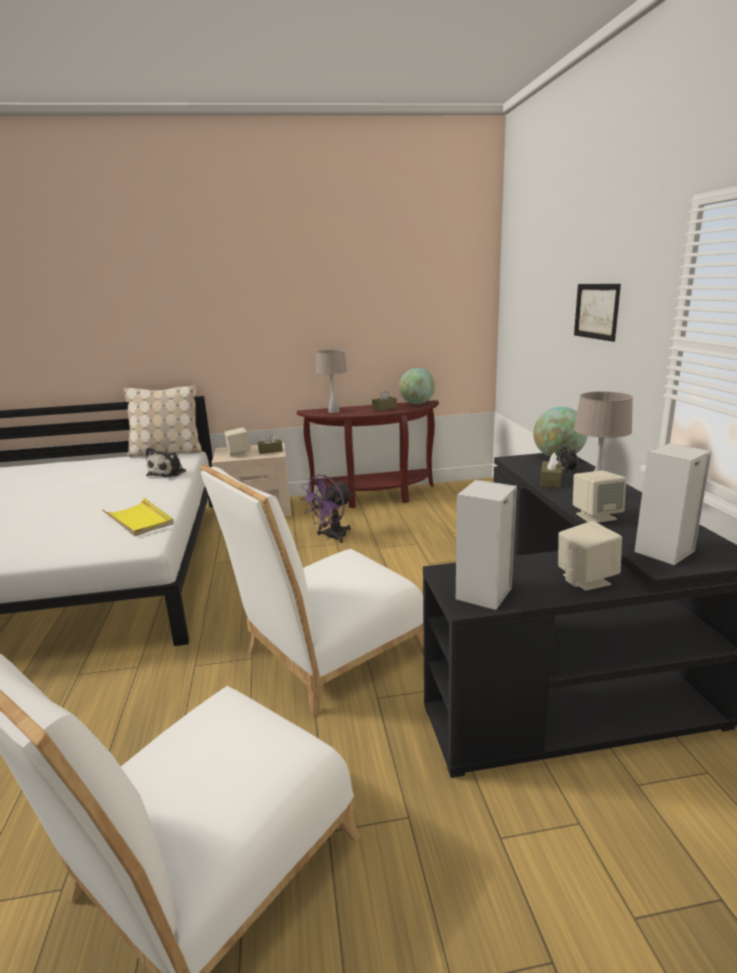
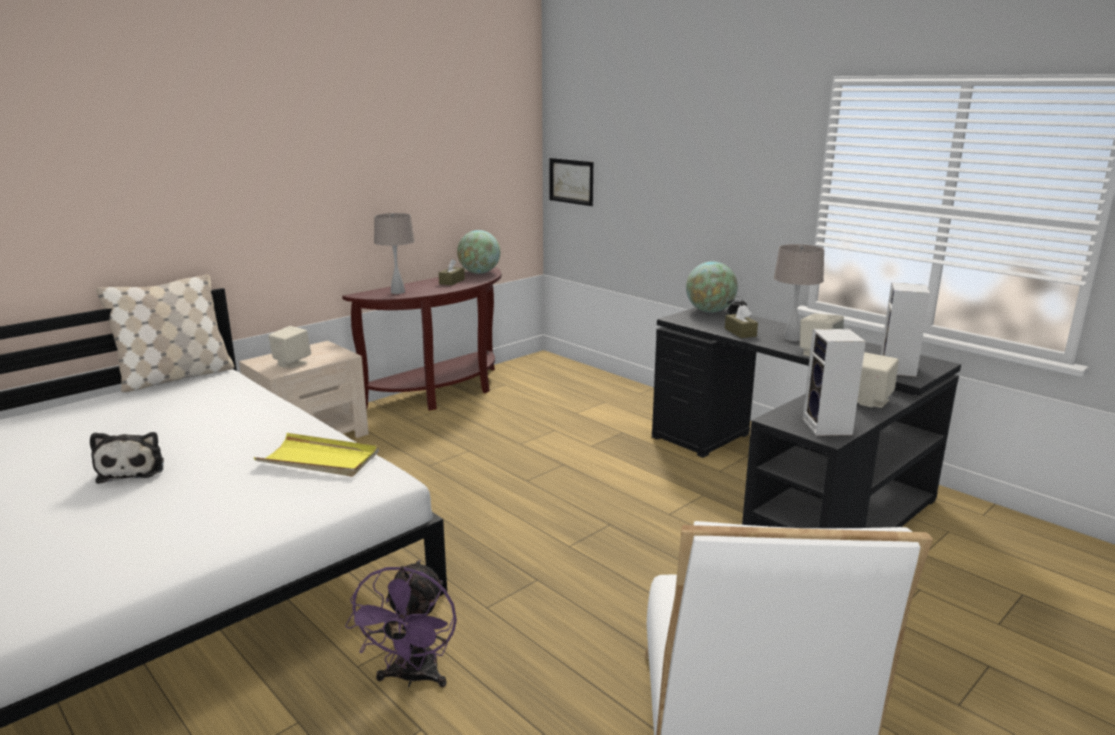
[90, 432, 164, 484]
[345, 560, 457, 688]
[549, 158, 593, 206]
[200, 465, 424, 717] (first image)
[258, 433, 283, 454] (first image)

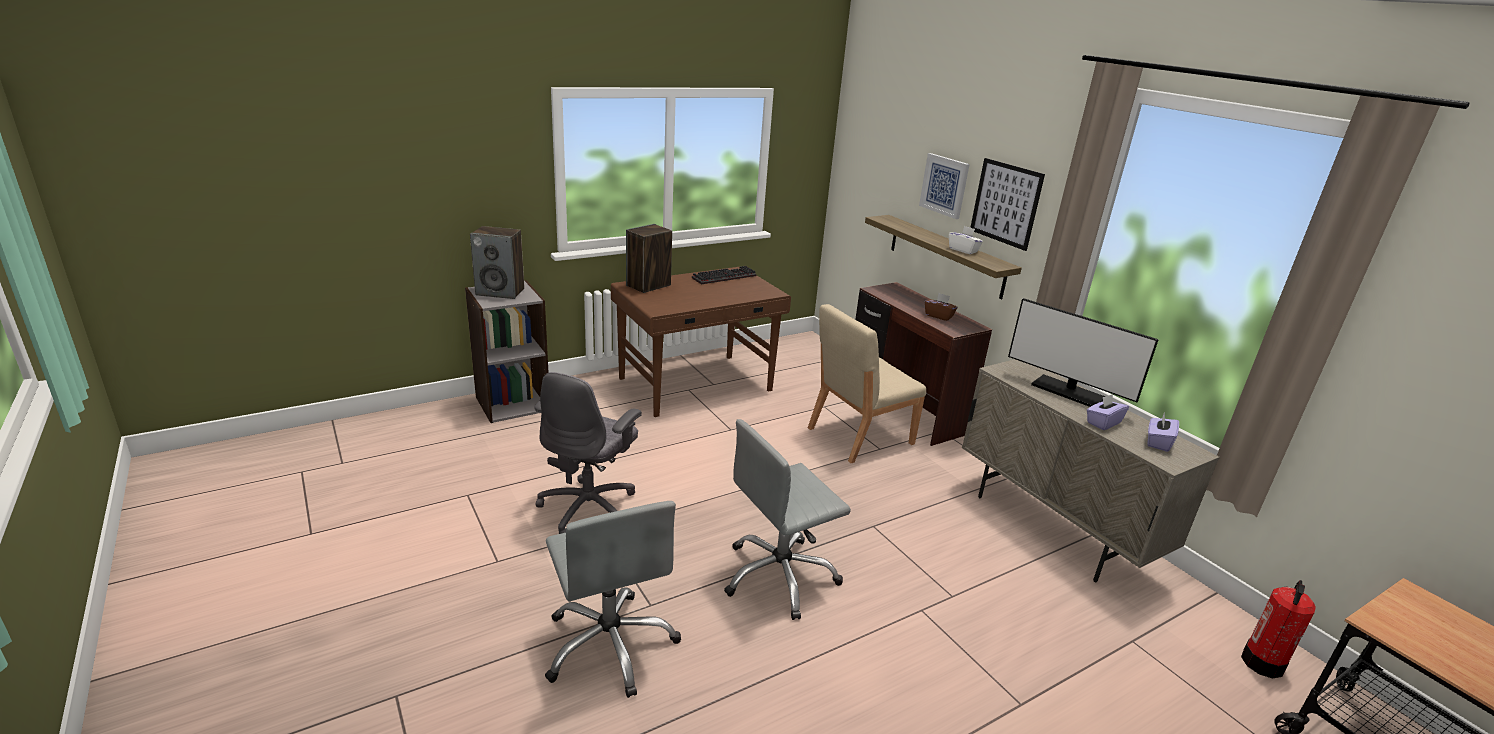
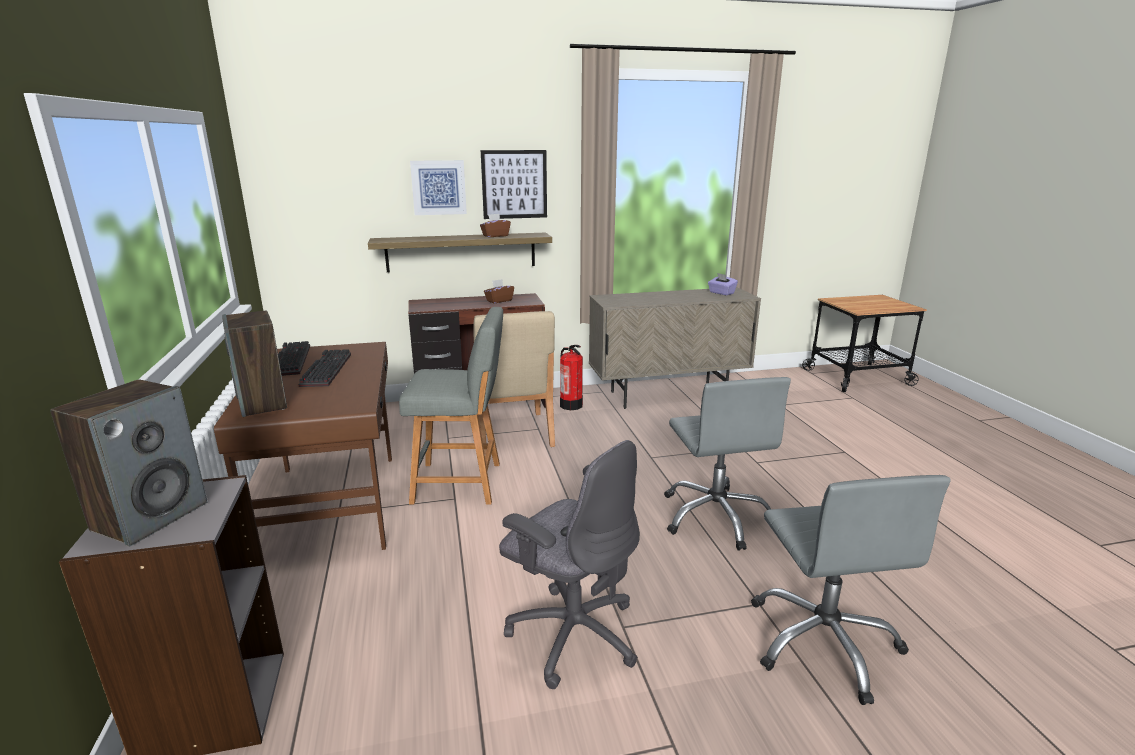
[299, 349, 351, 387]
[399, 307, 503, 505]
[480, 214, 511, 237]
[560, 345, 583, 410]
[751, 475, 951, 705]
[1008, 298, 1159, 407] (first image)
[1087, 394, 1129, 430] (first image)

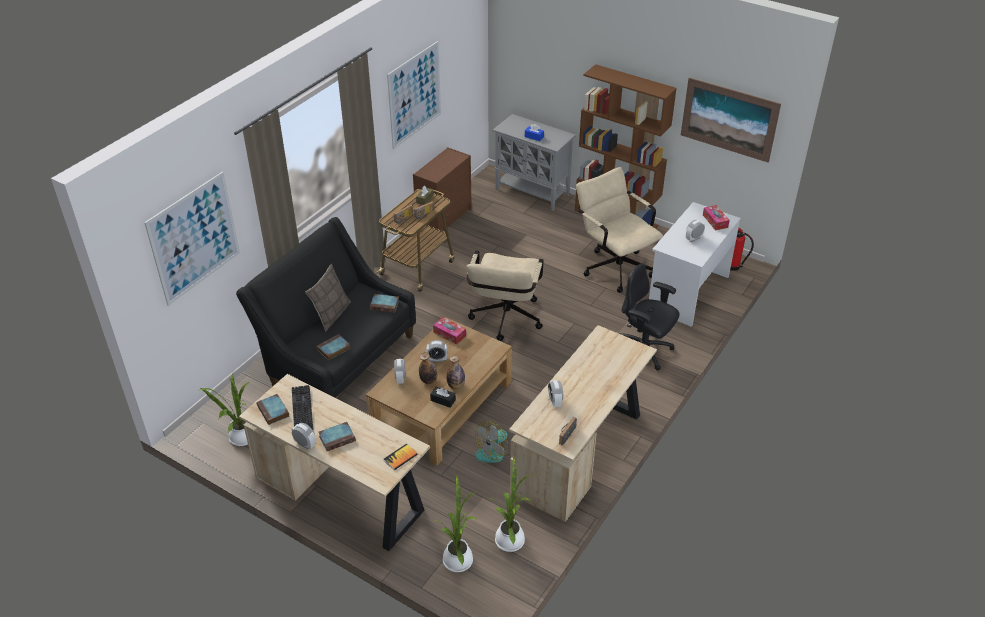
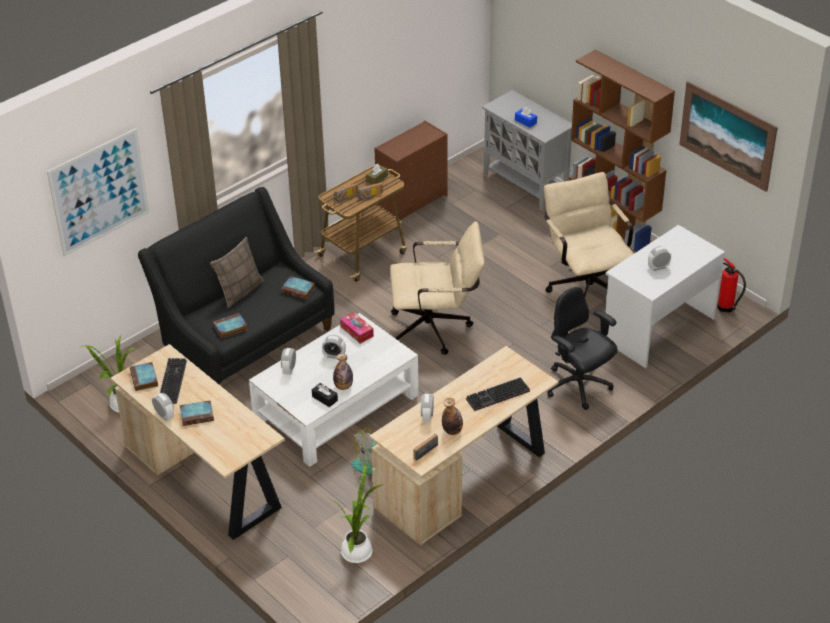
[249, 313, 419, 467]
[390, 221, 485, 355]
[442, 398, 463, 435]
[466, 377, 530, 411]
[384, 444, 418, 470] (first image)
[387, 41, 441, 149] (first image)
[434, 475, 477, 572] (first image)
[703, 205, 730, 230] (first image)

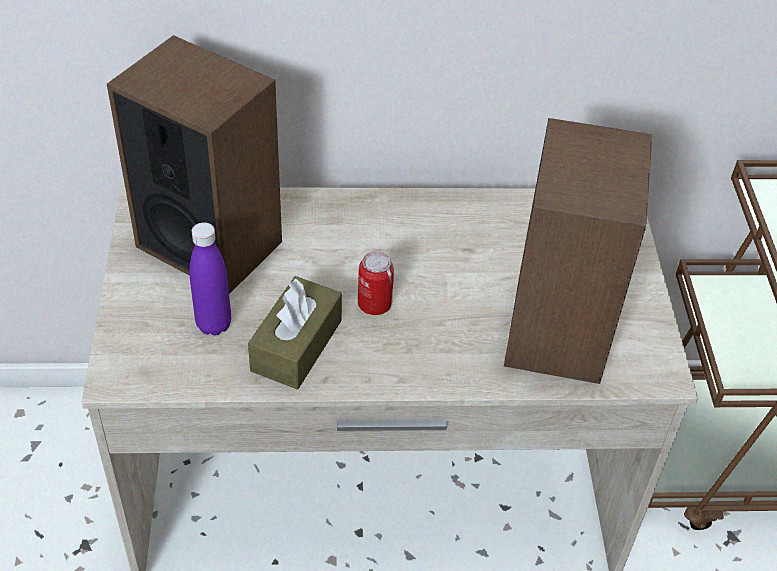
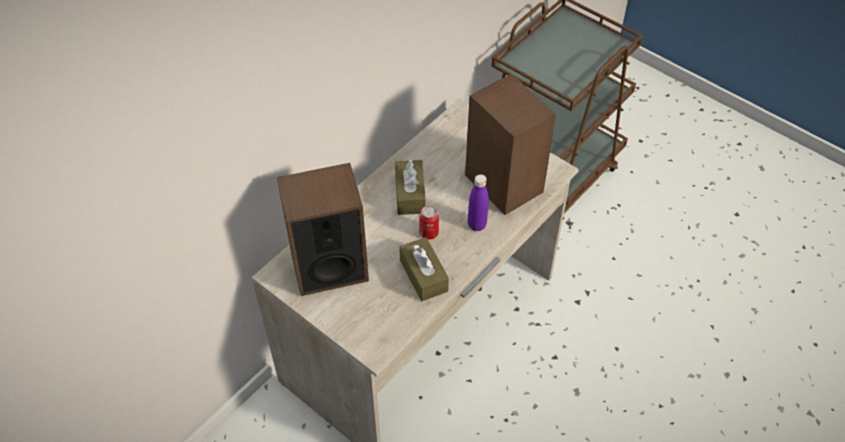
[395, 160, 426, 215]
[468, 174, 489, 231]

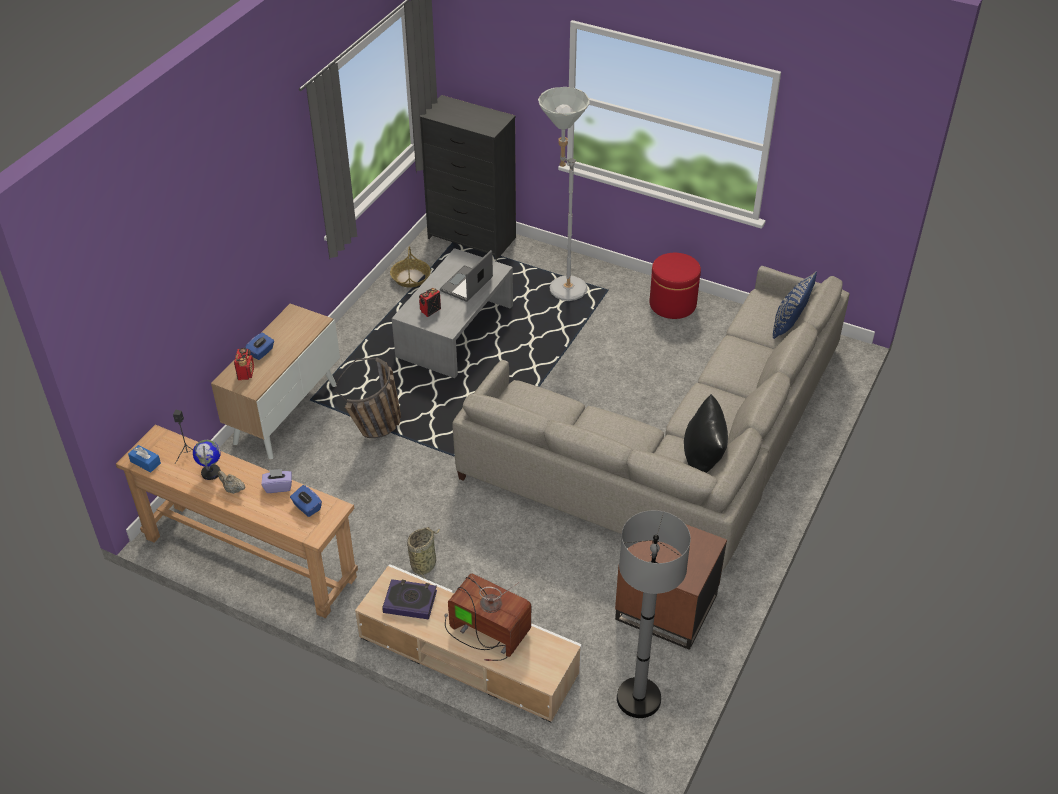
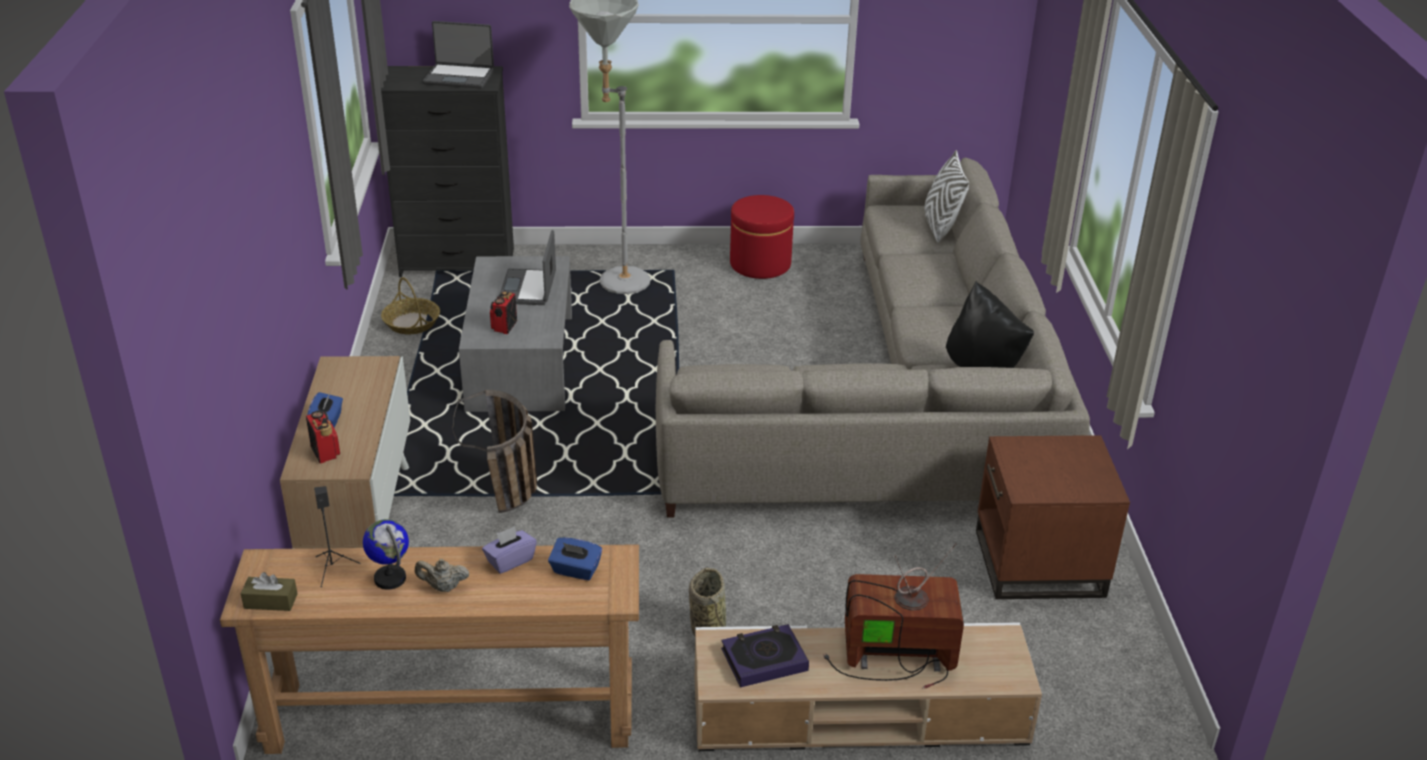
[241, 572, 298, 611]
[423, 21, 494, 88]
[924, 150, 969, 243]
[617, 510, 691, 718] (first image)

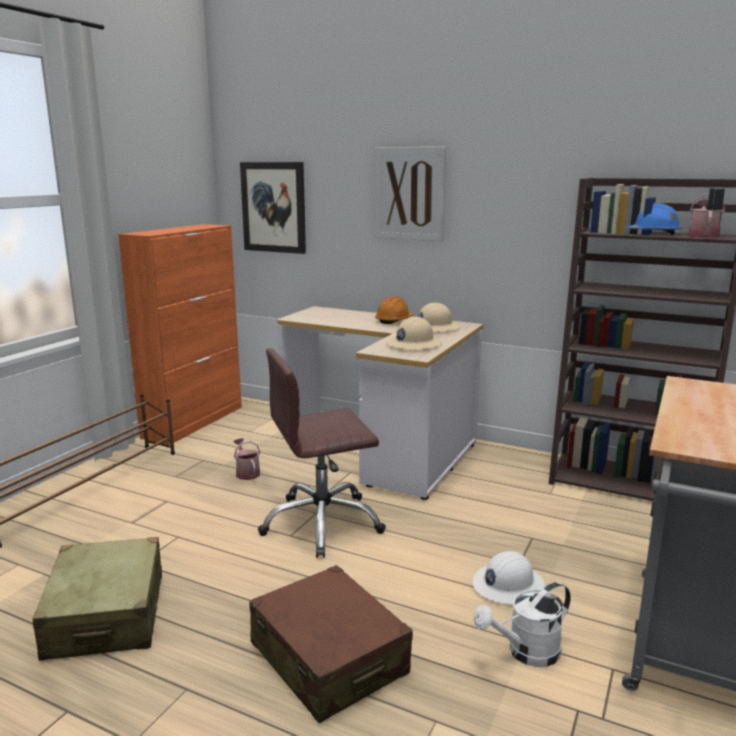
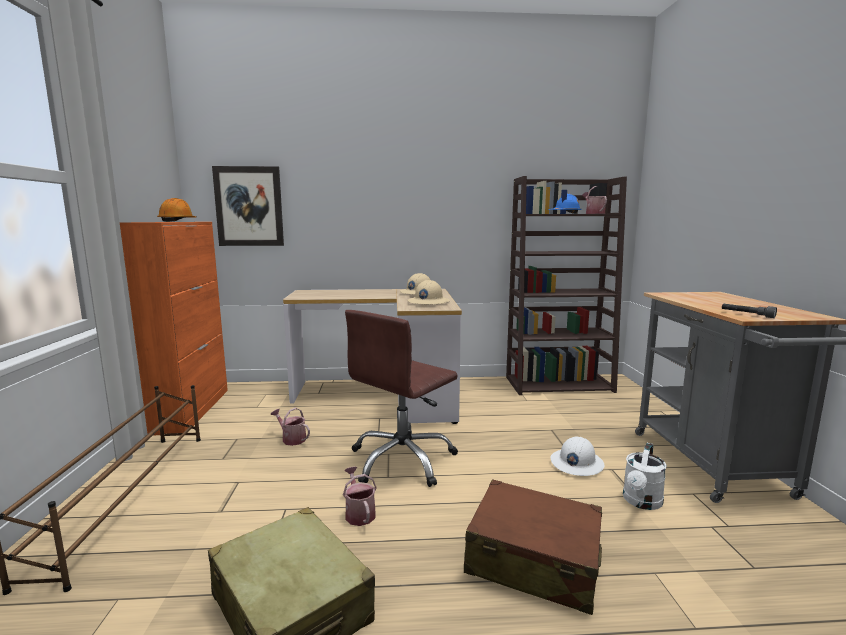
[157, 198, 197, 222]
[343, 467, 377, 526]
[722, 304, 777, 318]
[375, 147, 446, 241] (first image)

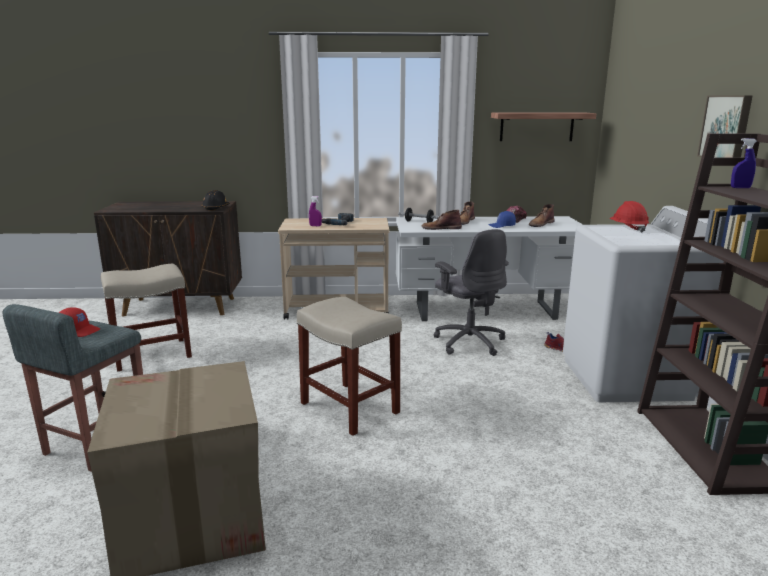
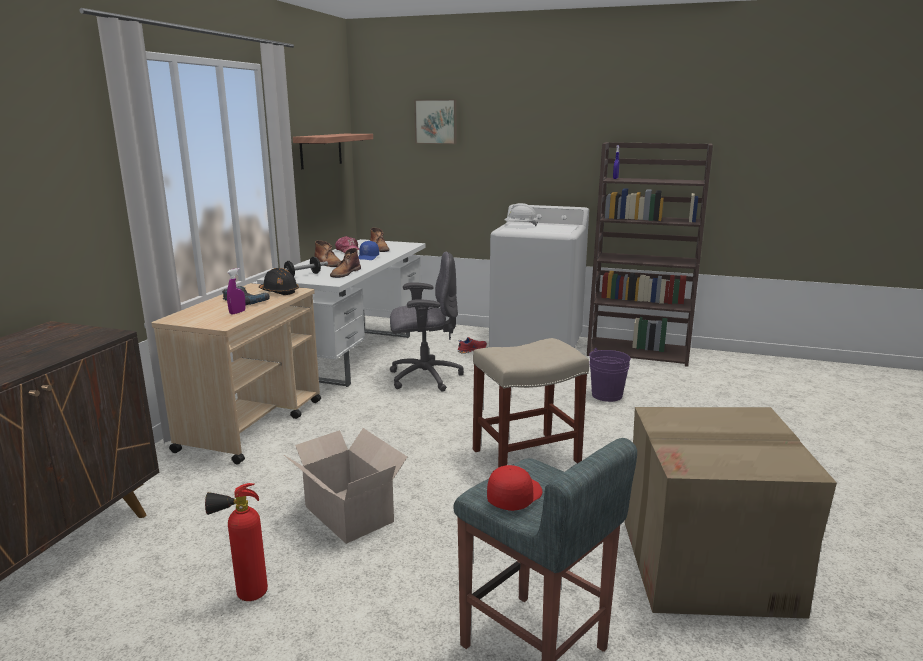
[205, 483, 268, 601]
[259, 268, 299, 295]
[284, 428, 407, 544]
[414, 99, 457, 144]
[505, 203, 538, 226]
[589, 348, 631, 402]

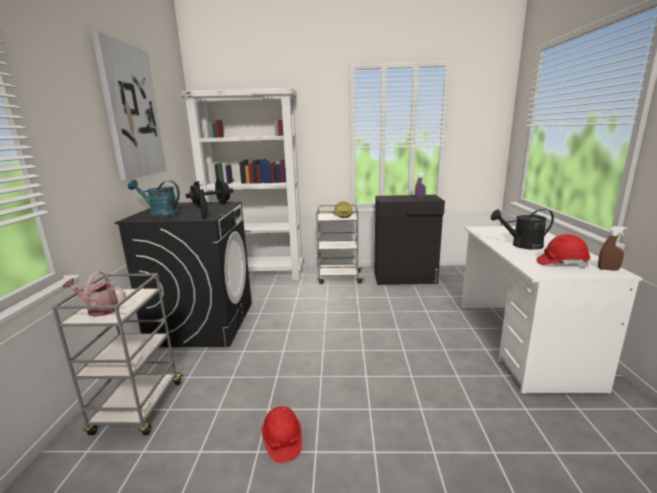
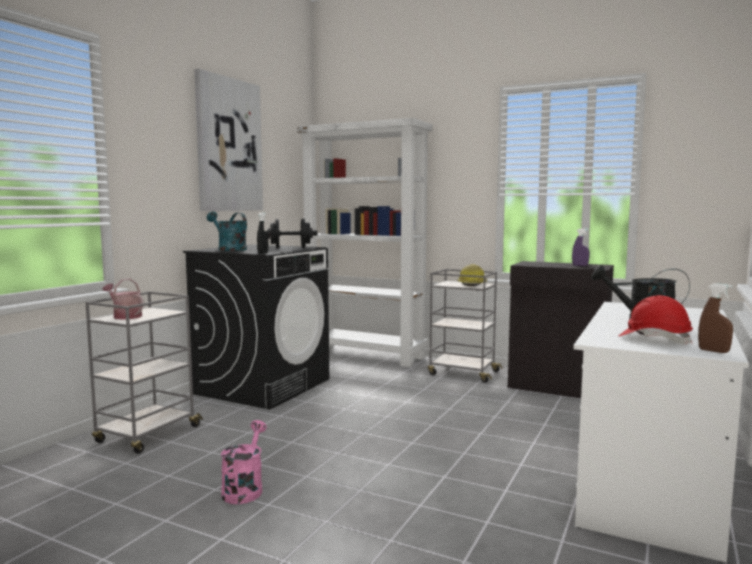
[221, 420, 267, 504]

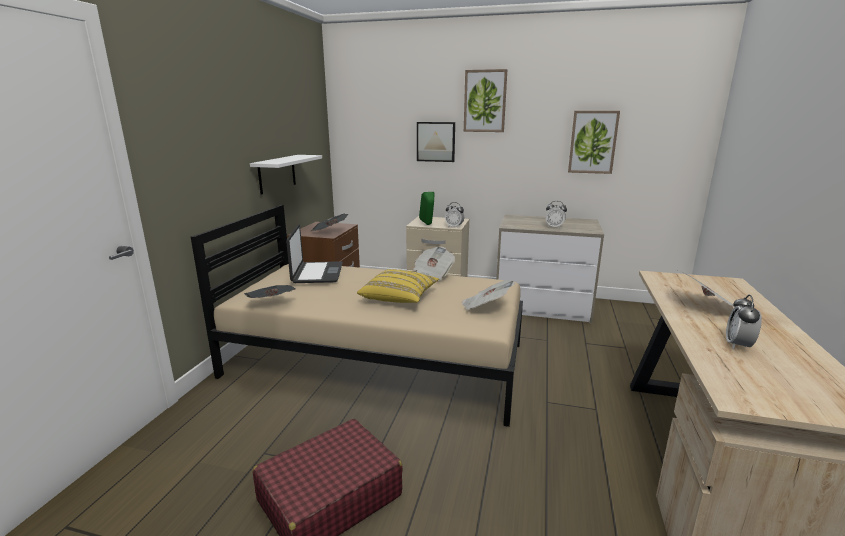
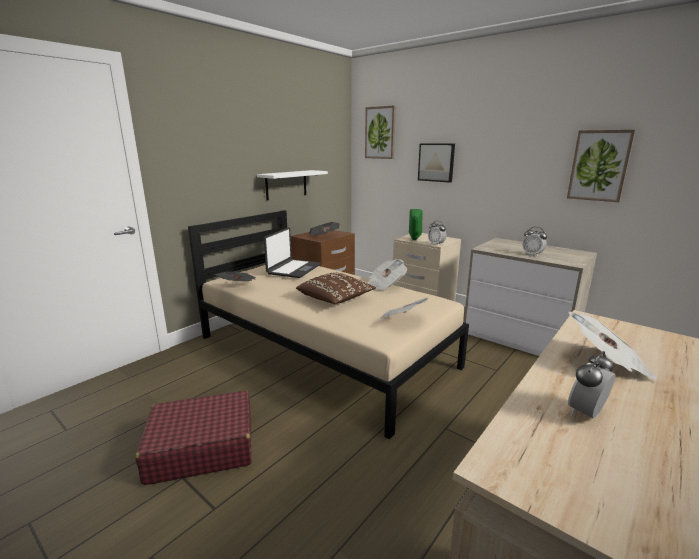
[296, 272, 376, 304]
[365, 105, 396, 159]

